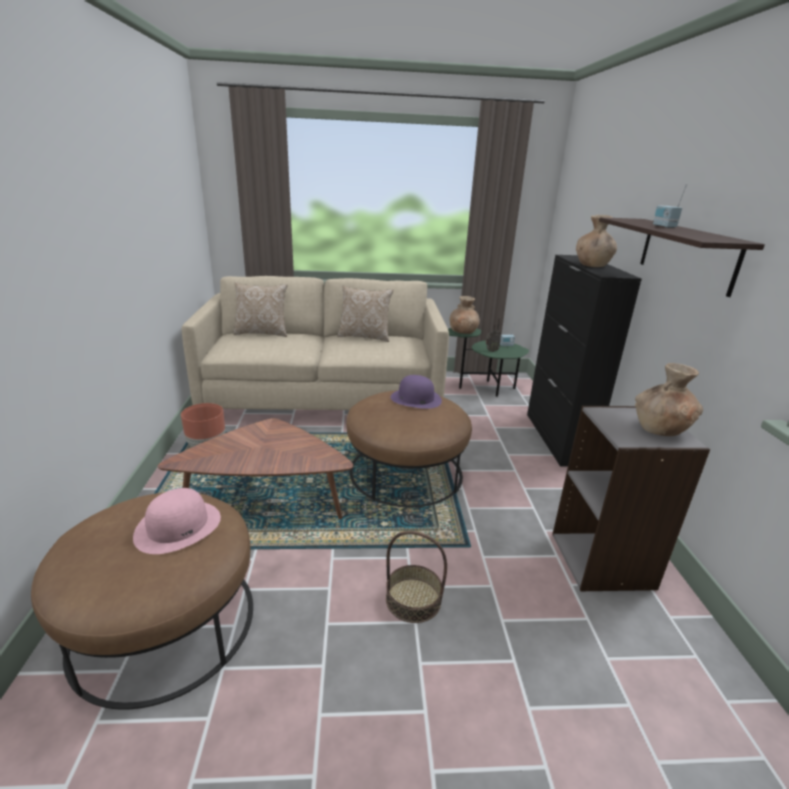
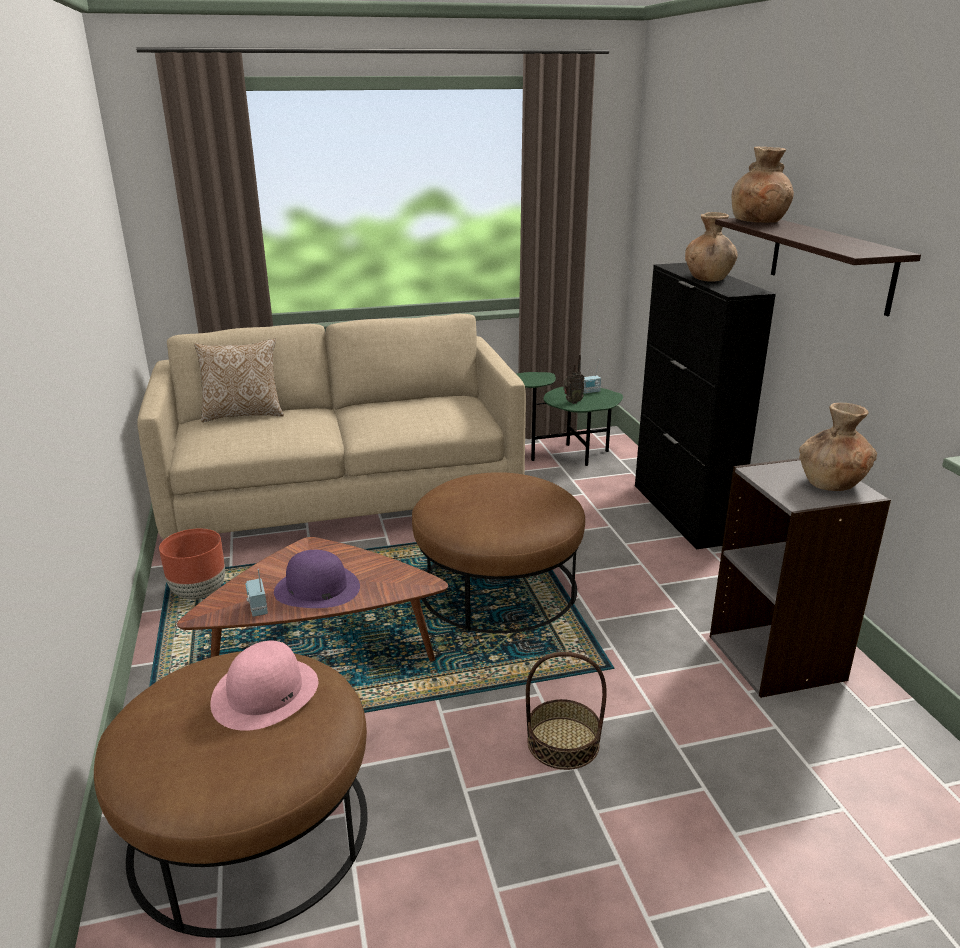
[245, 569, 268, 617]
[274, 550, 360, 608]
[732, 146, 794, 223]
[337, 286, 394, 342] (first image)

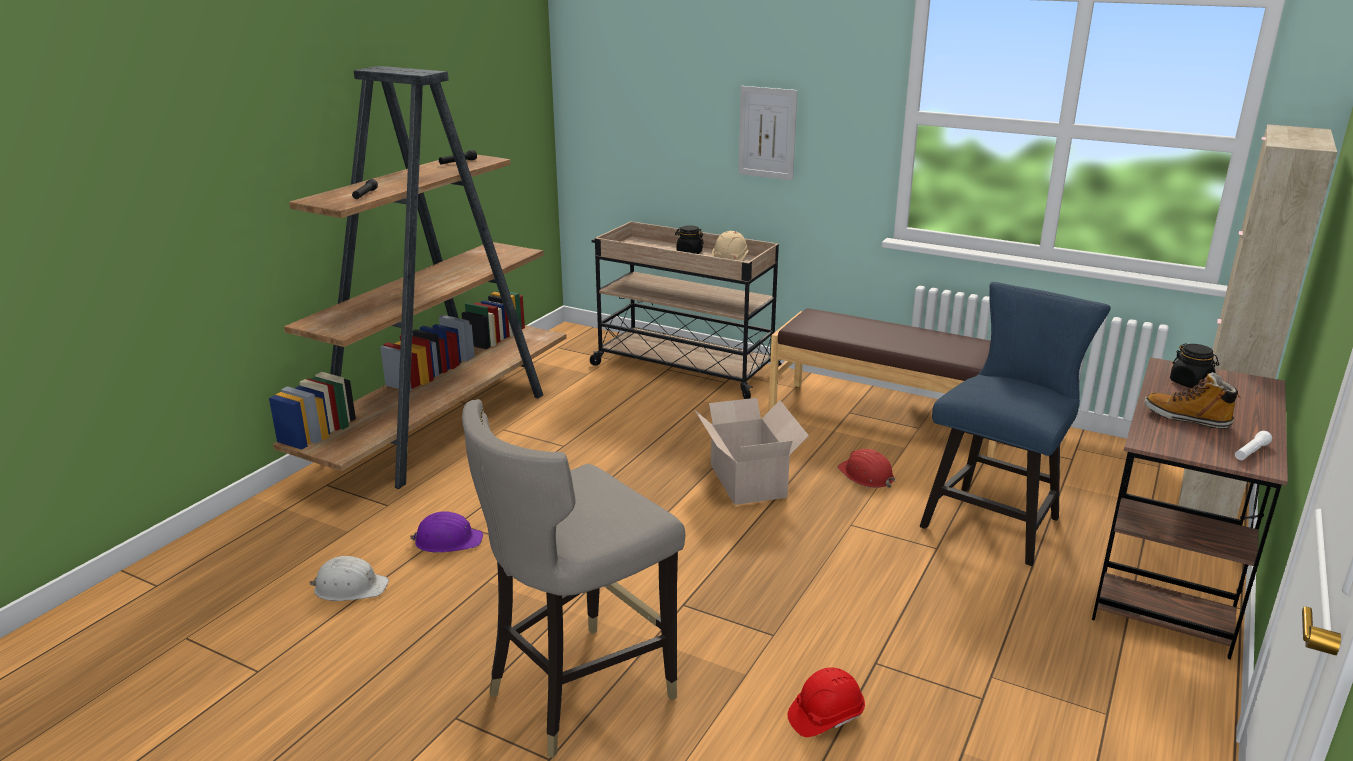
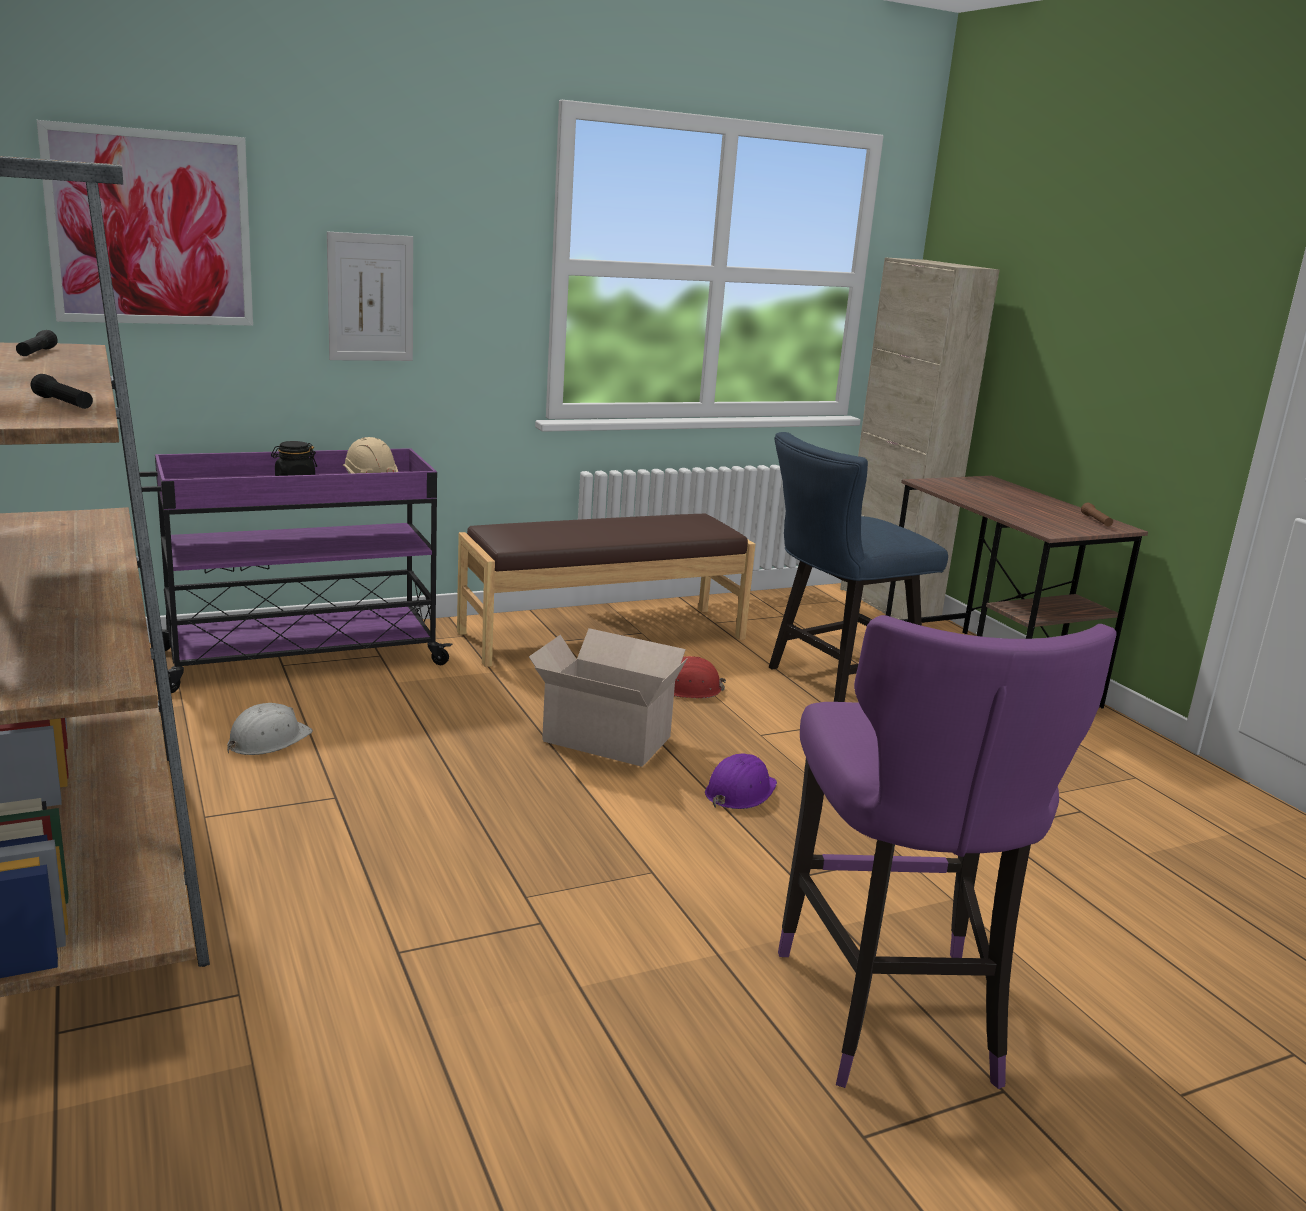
[37, 120, 253, 326]
[139, 448, 452, 693]
[227, 703, 313, 755]
[705, 753, 777, 809]
[769, 432, 948, 702]
[778, 615, 1117, 1089]
[1081, 503, 1113, 526]
[788, 668, 865, 737] (first image)
[1144, 372, 1241, 429] (first image)
[1170, 343, 1219, 388] (first image)

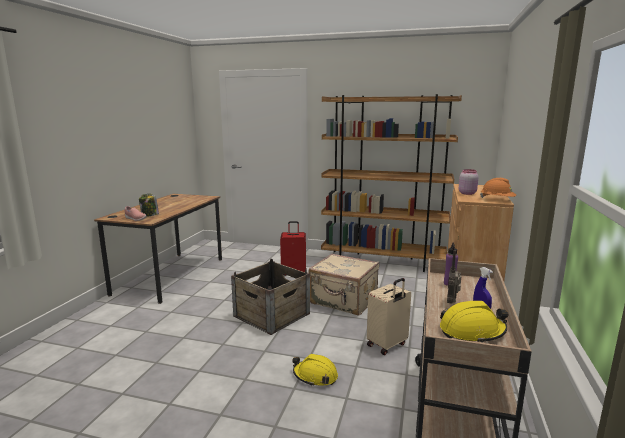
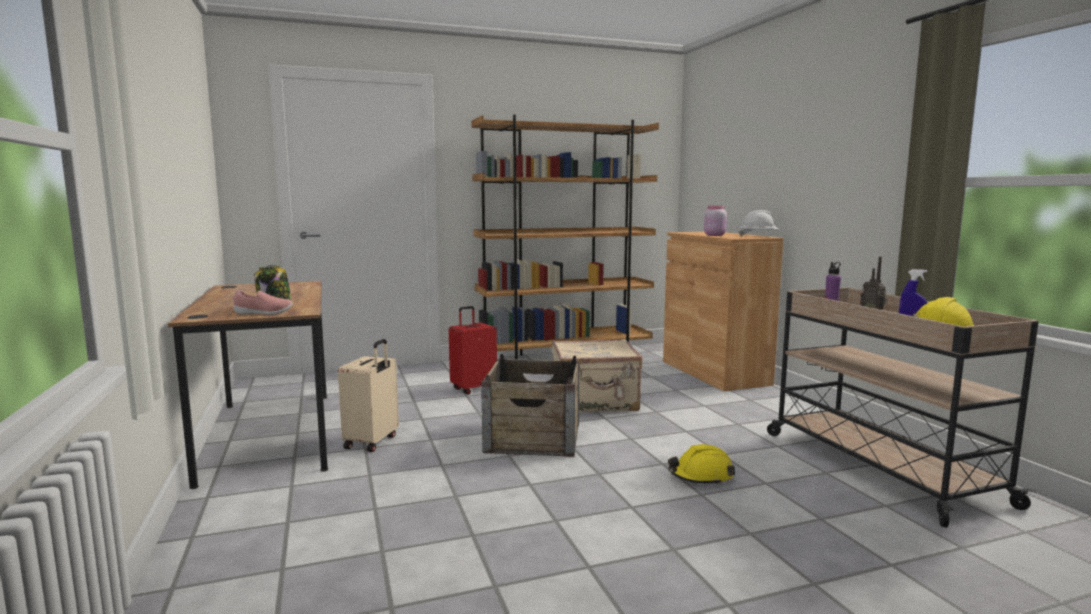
[338, 339, 399, 452]
[739, 210, 780, 236]

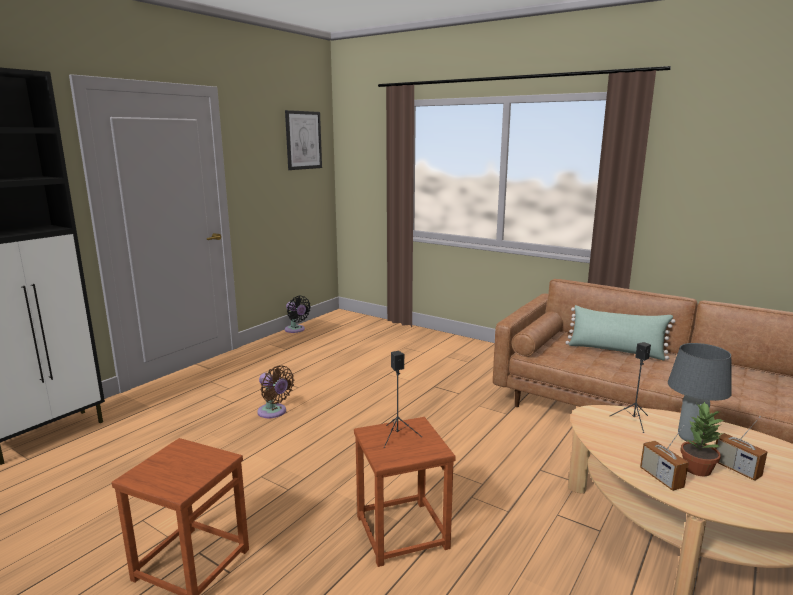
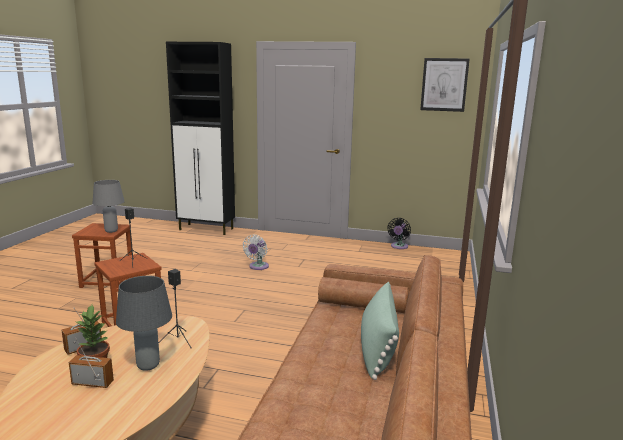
[69, 338, 114, 388]
[92, 180, 125, 233]
[243, 235, 269, 270]

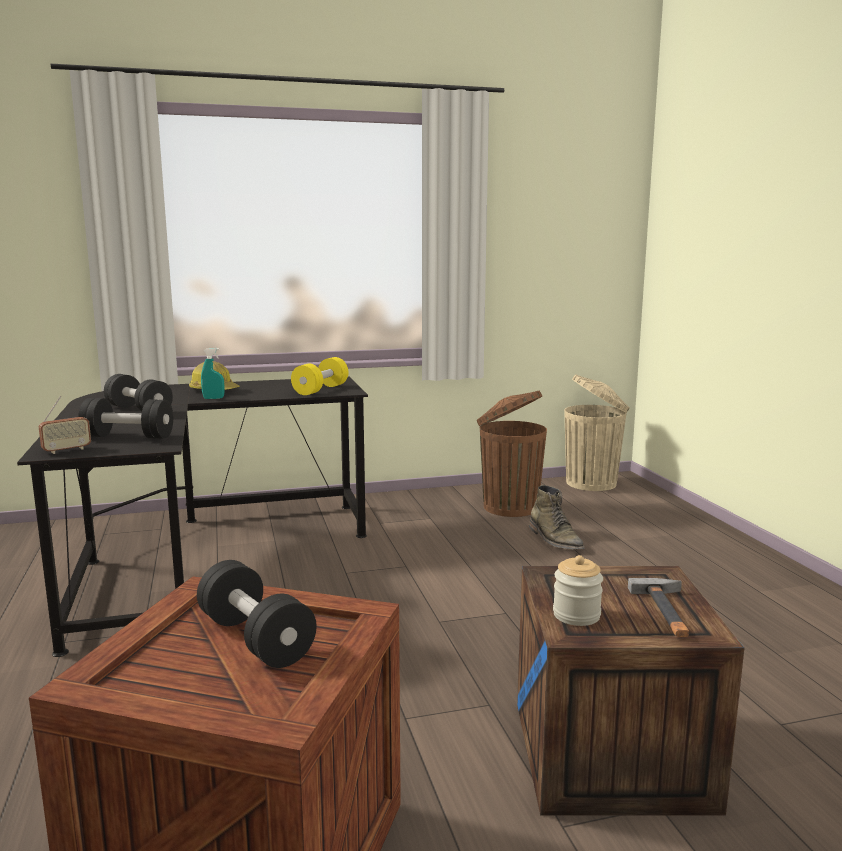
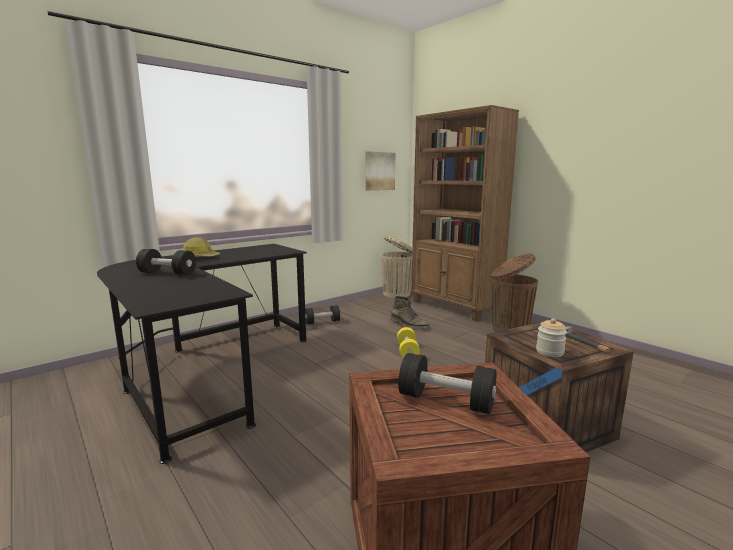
[305, 305, 340, 324]
[366, 152, 395, 191]
[397, 327, 420, 358]
[411, 105, 519, 321]
[491, 253, 538, 332]
[39, 396, 91, 454] (first image)
[201, 348, 225, 399] (first image)

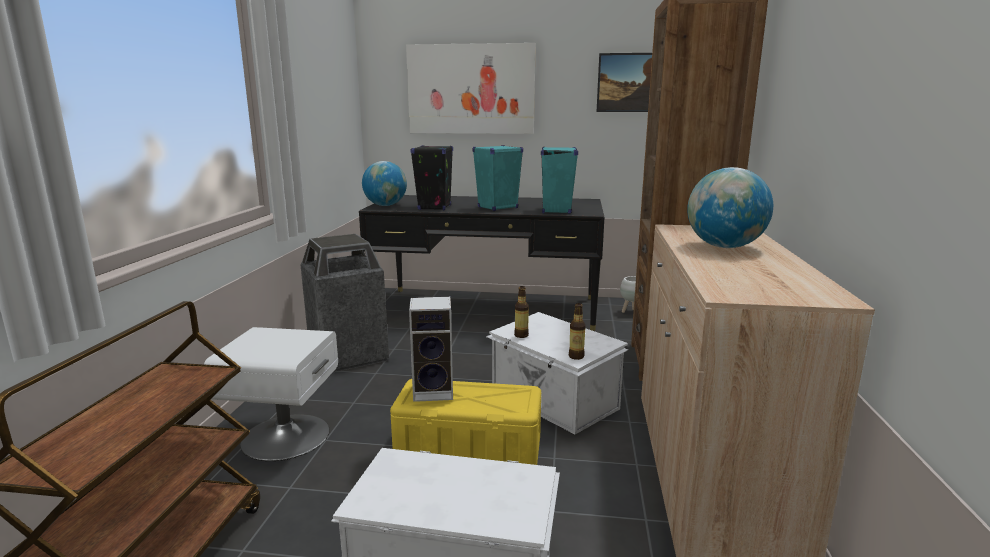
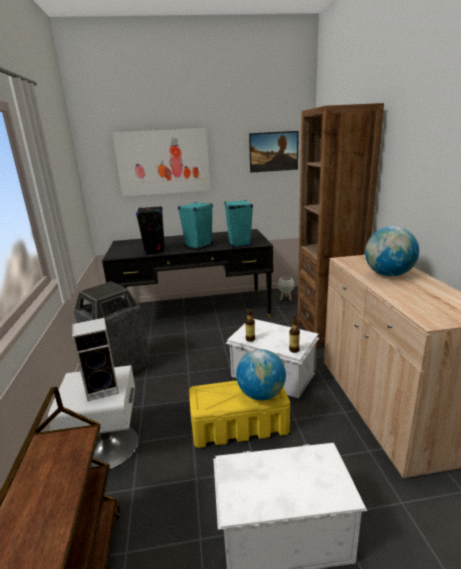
[72, 318, 119, 401]
[236, 349, 286, 400]

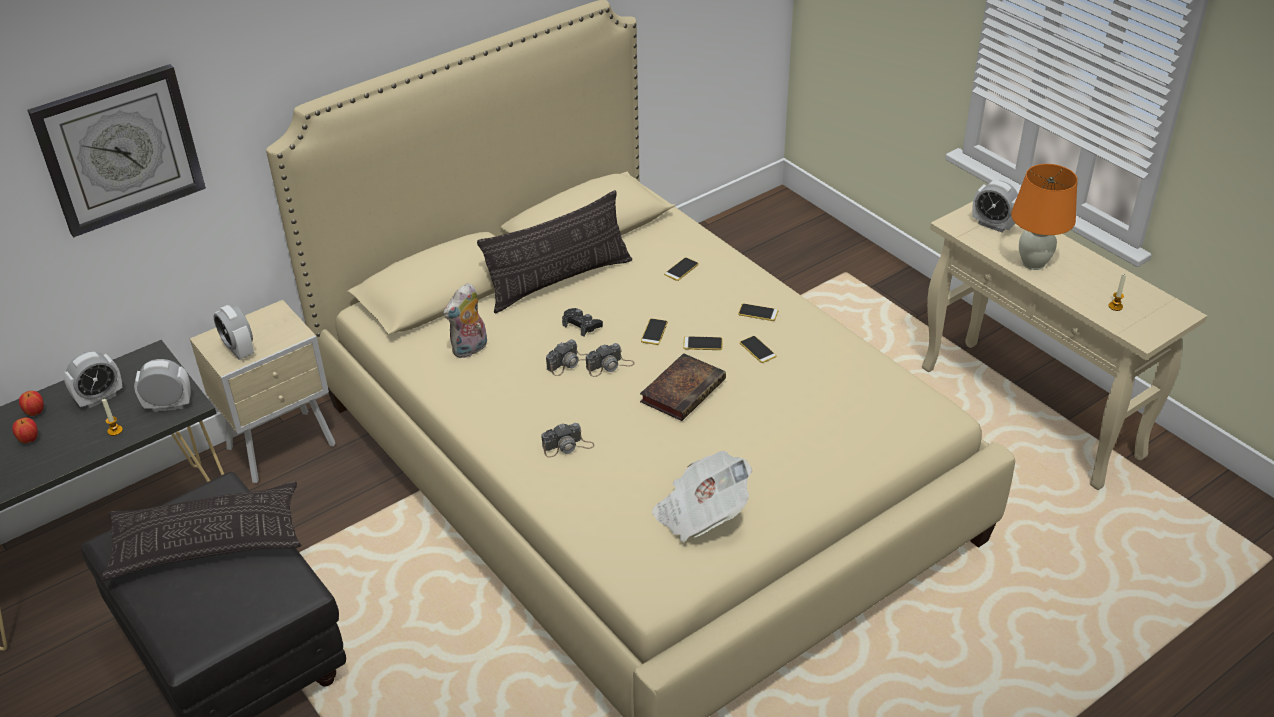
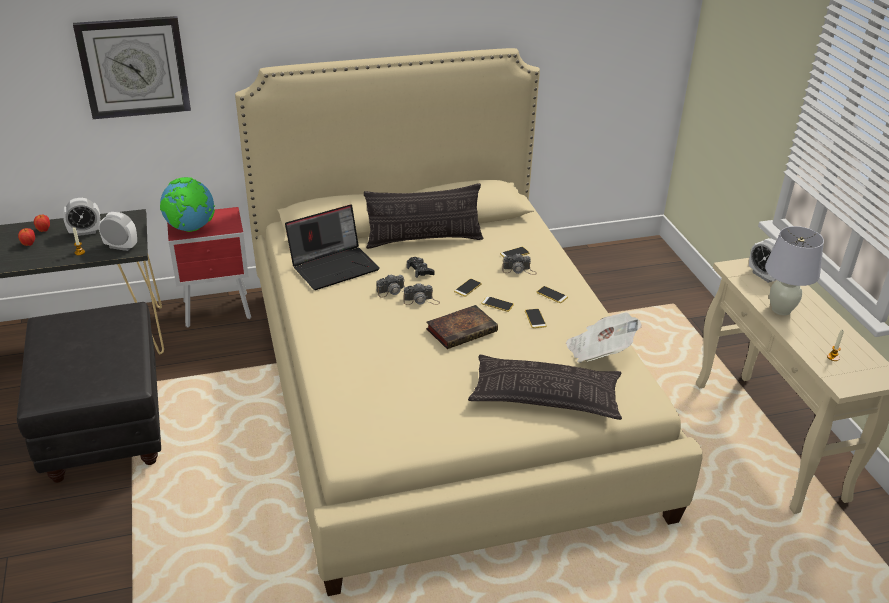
[160, 177, 215, 232]
[167, 207, 251, 328]
[285, 204, 380, 290]
[468, 355, 622, 420]
[502, 253, 537, 275]
[566, 313, 642, 363]
[765, 226, 824, 315]

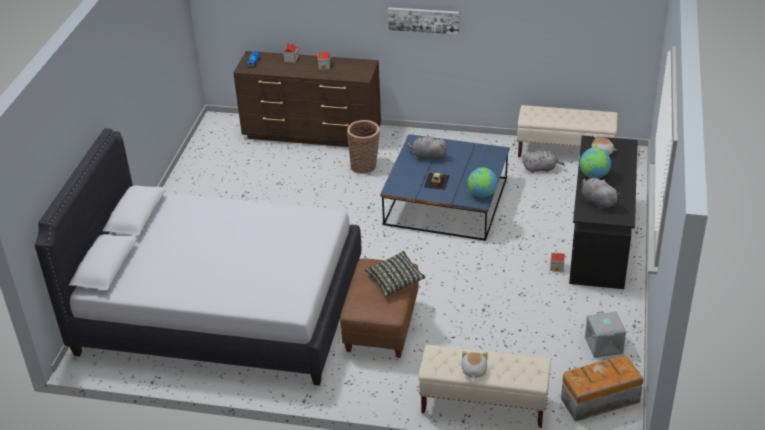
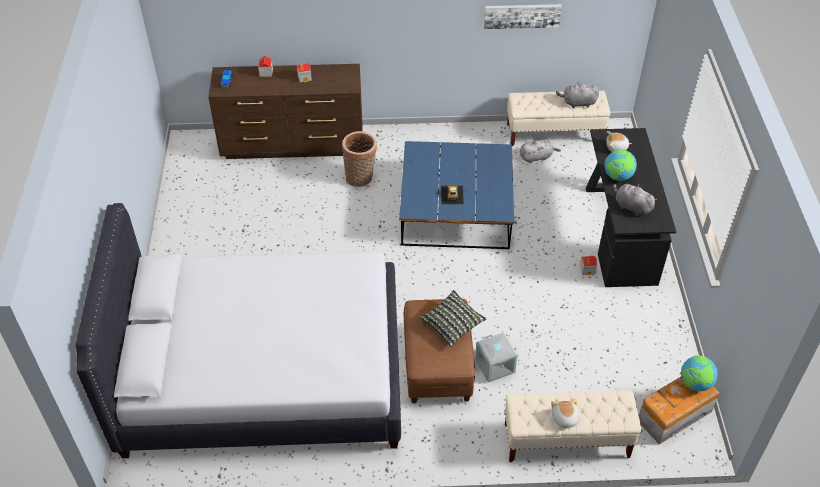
[475, 333, 518, 383]
[484, 4, 562, 29]
[556, 82, 599, 108]
[681, 356, 718, 391]

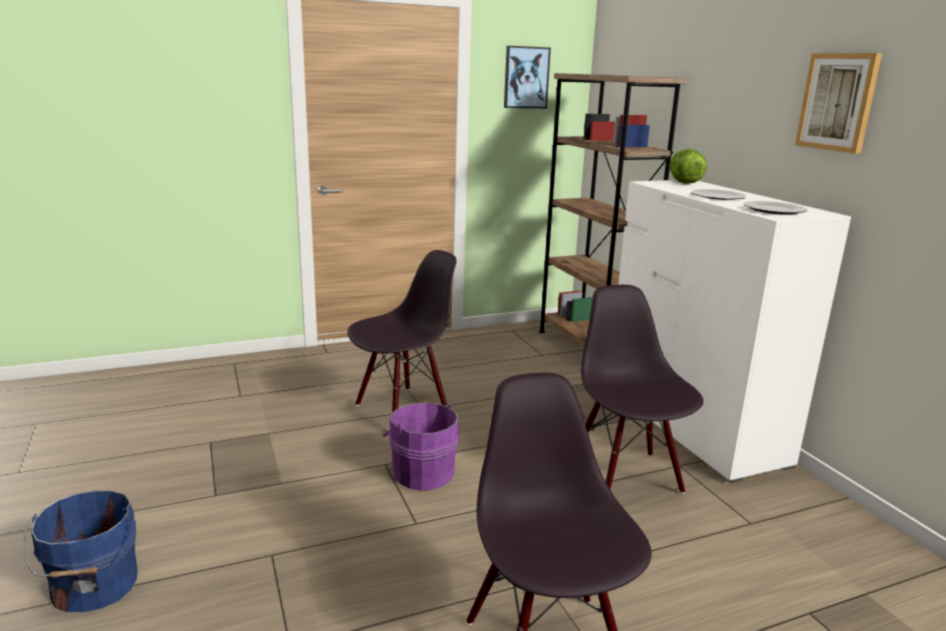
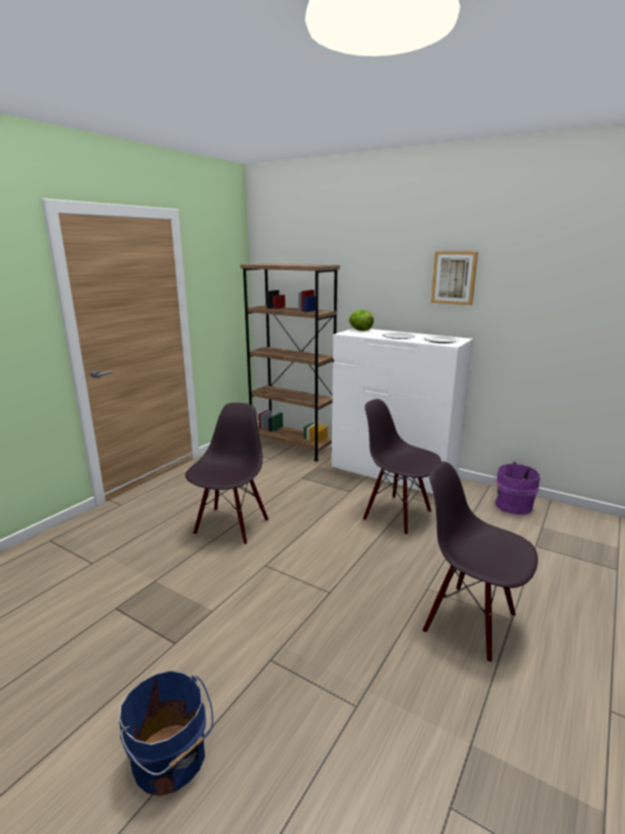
[494, 462, 540, 514]
[504, 46, 551, 108] (first image)

